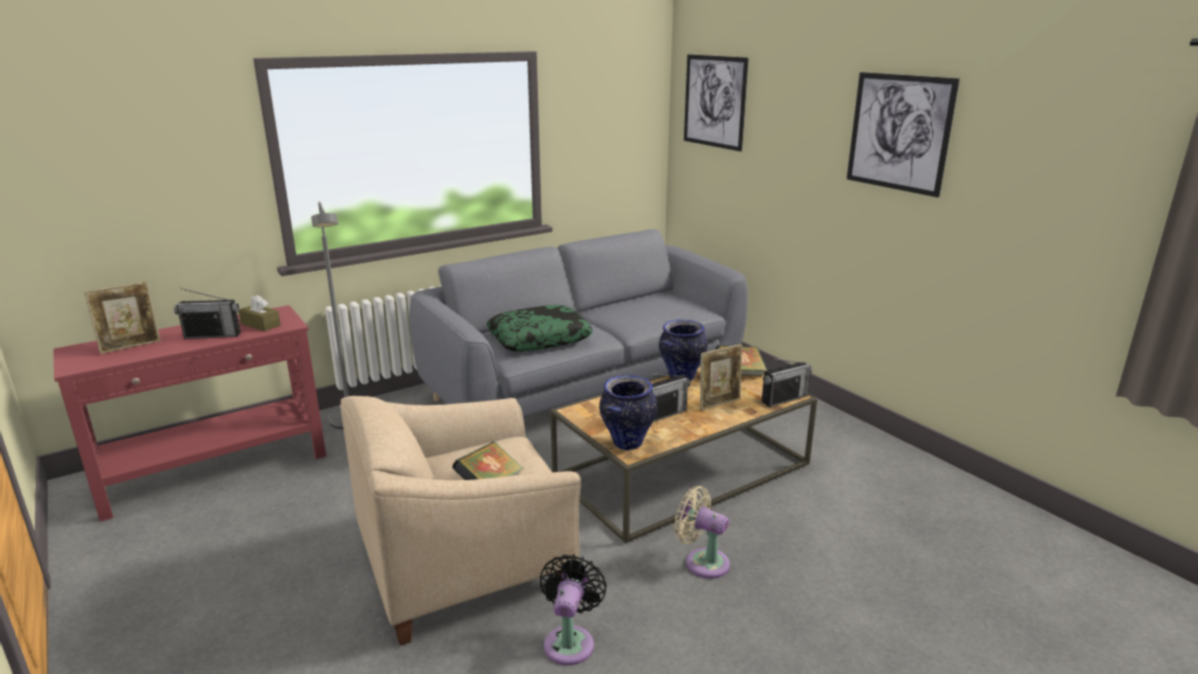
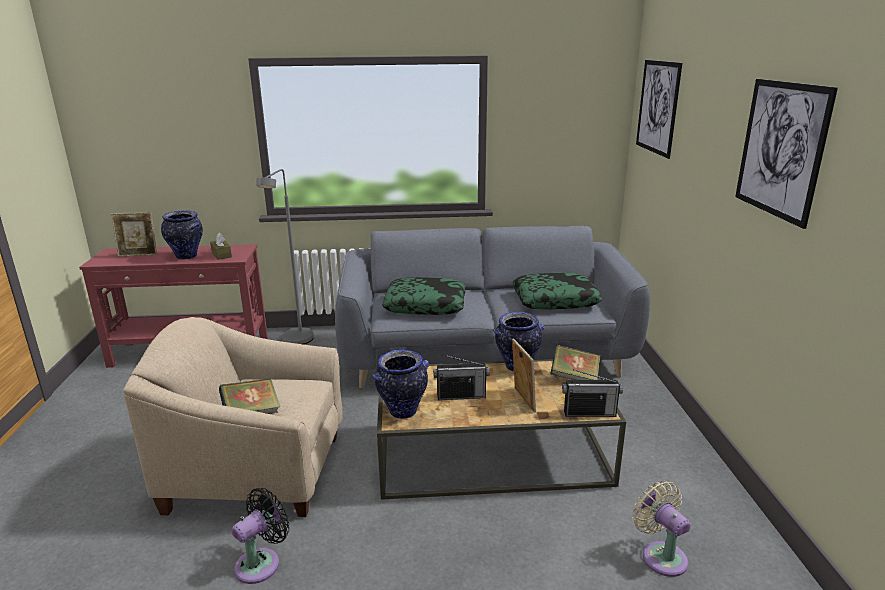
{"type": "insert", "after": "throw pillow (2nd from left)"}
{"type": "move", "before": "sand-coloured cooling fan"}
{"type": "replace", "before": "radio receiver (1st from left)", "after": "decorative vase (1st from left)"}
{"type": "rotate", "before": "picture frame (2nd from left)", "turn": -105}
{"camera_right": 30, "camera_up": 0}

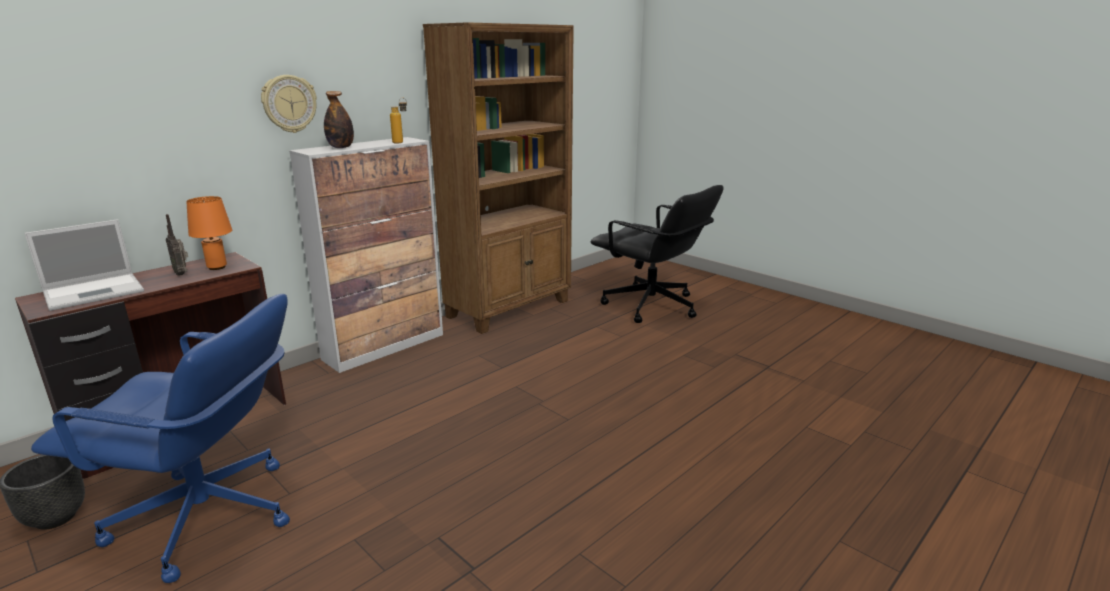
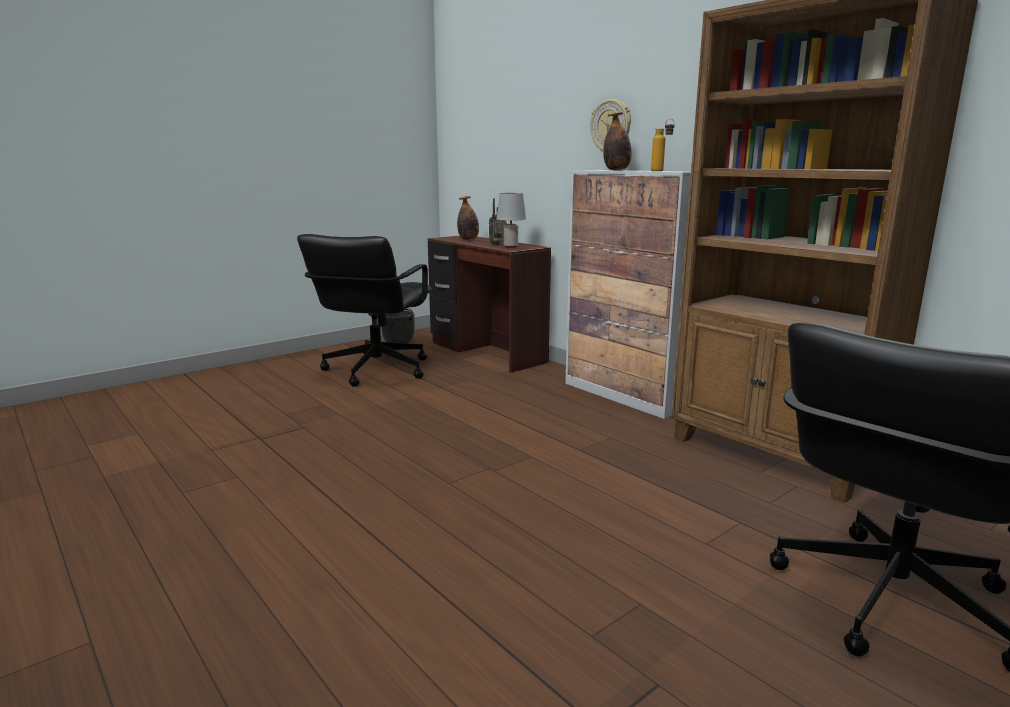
{"type": "replace", "before": "notebook computer", "after": "drink bottle (1st from left)"}
{"type": "recolor", "before": "blue desk chair", "after": "blackish desk chair (1st from left)"}
{"type": "recolor", "before": "orangey lamp for a table", "after": "grey lamp for a table"}
{"camera_right": 95, "camera_up": -5}

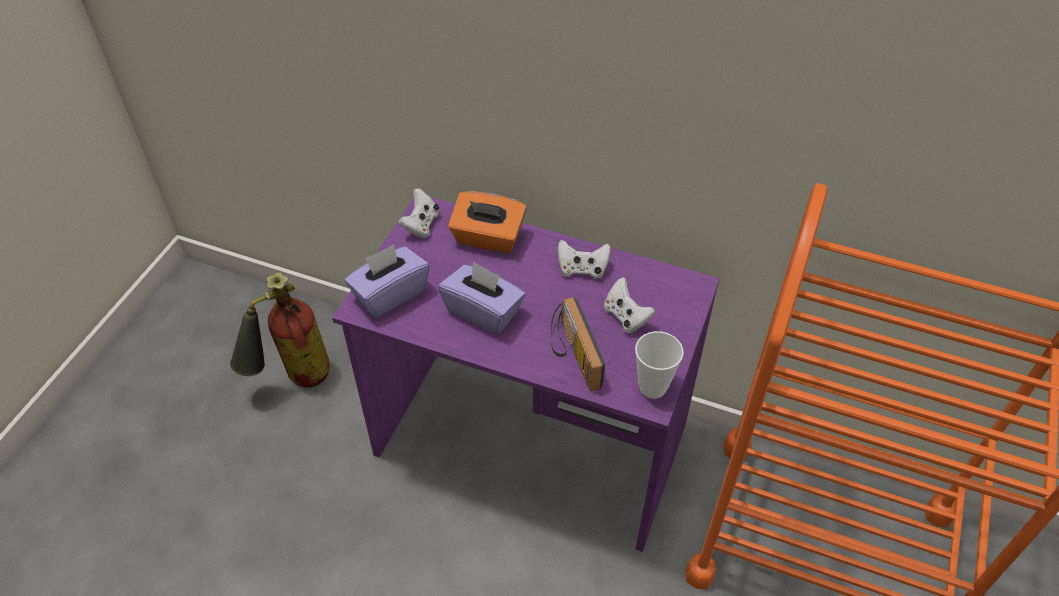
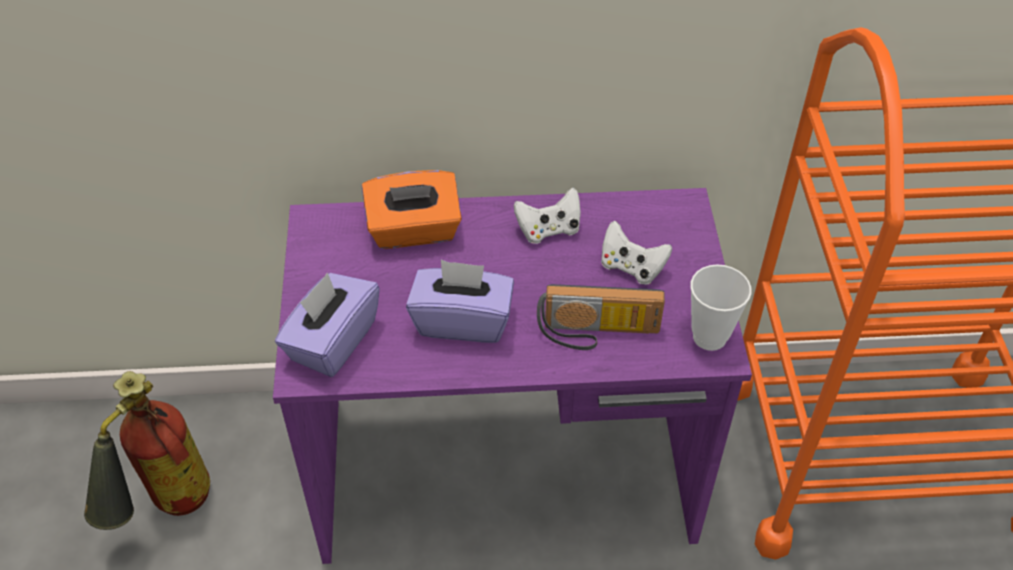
{"type": "delete", "before": "whitish joypad (1st from left)"}
{"type": "rotate", "before": "radio receiver", "turn": -45}
{"camera_right": -25, "camera_up": 0}

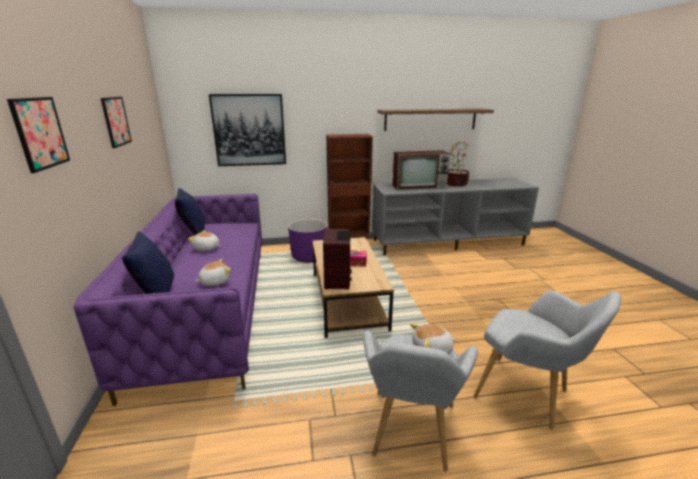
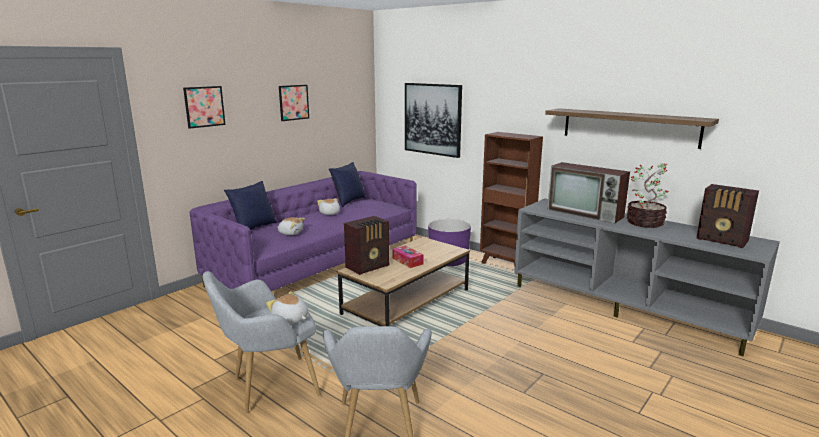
{"type": "insert", "after": "radio receiver (2nd from left)"}
{"camera_right": 50, "camera_up": -5}

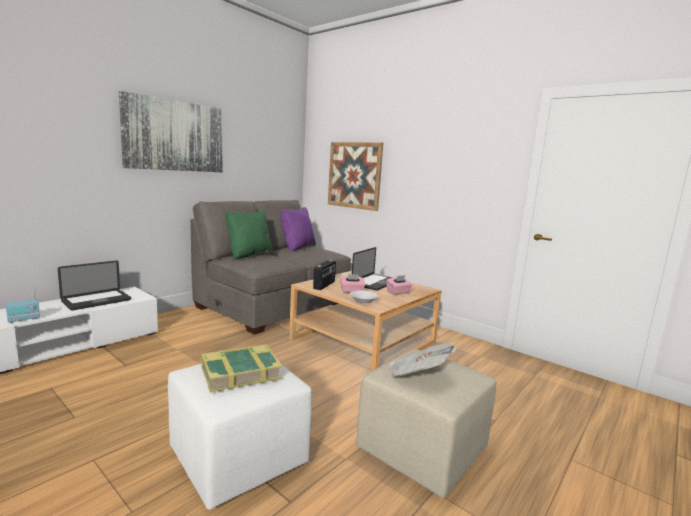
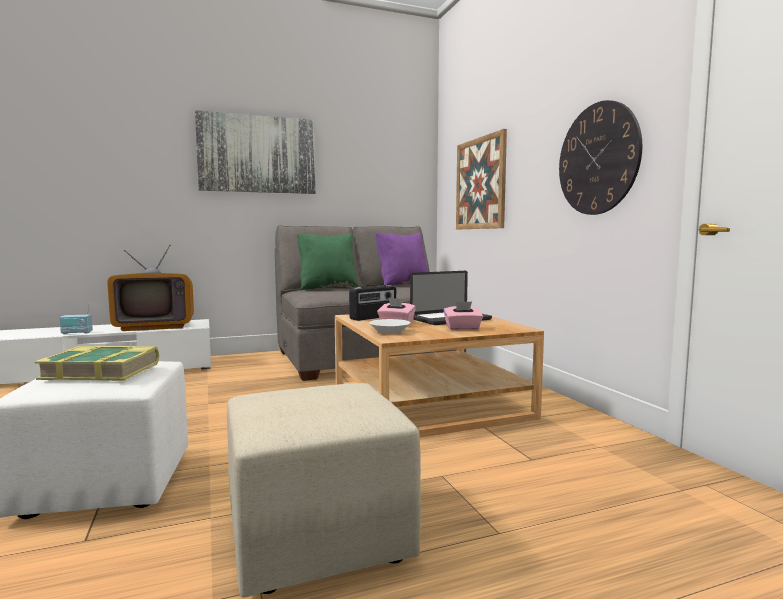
{"type": "delete", "before": "newspaper"}
{"type": "insert", "after": "hanging clock"}
{"type": "replace", "before": "notebook computer (1st from left)", "after": "TV set"}
{"camera_right": 30, "camera_up": -5}

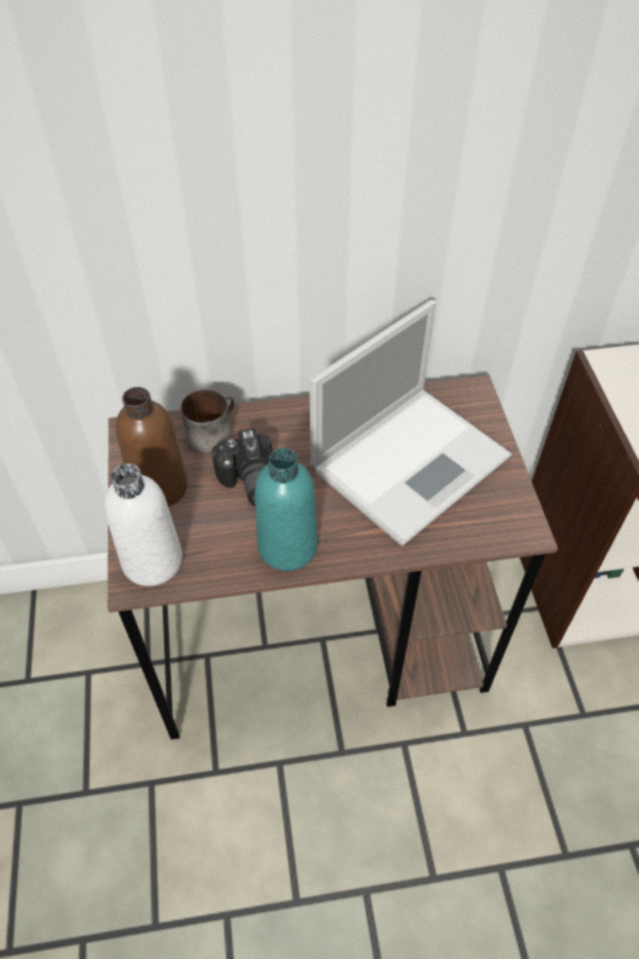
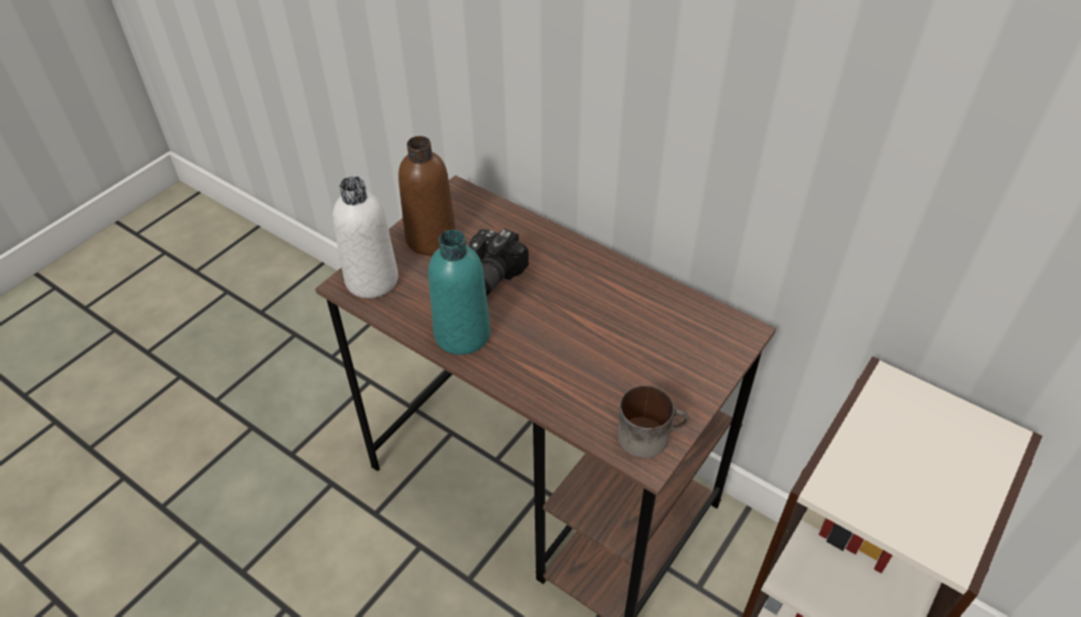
{"type": "delete", "before": "notebook computer"}
{"type": "move", "before": "mug"}
{"camera_right": 45, "camera_up": -5}

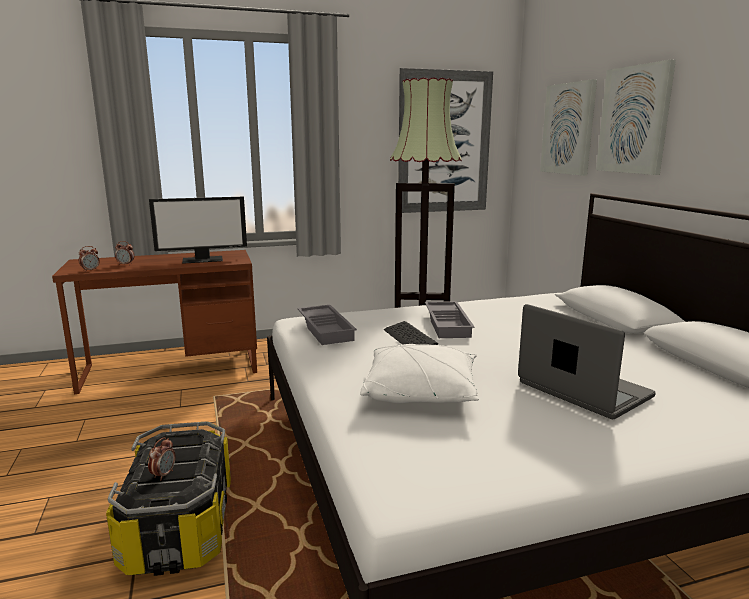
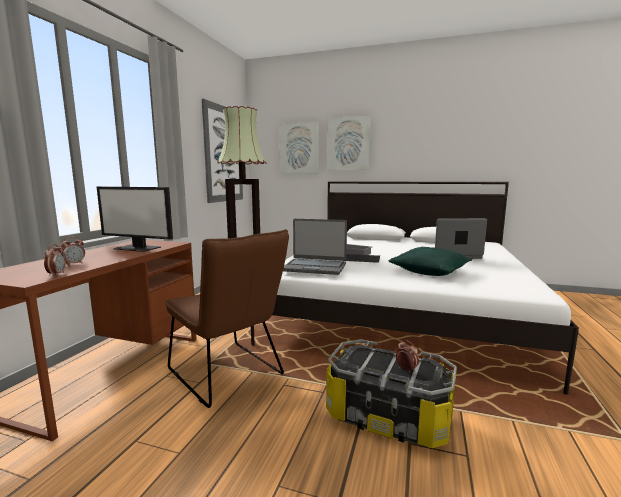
{"type": "insert", "after": "brown plain chair"}
{"type": "replace", "before": "grey serving tray (1st from left)", "after": "notebook computer (1st from left)"}
{"type": "recolor", "before": "whitish throw pillow", "after": "greenish throw pillow"}
{"type": "rotate", "before": "monitor", "turn": 90}
{"camera_right": -55, "camera_up": -5}

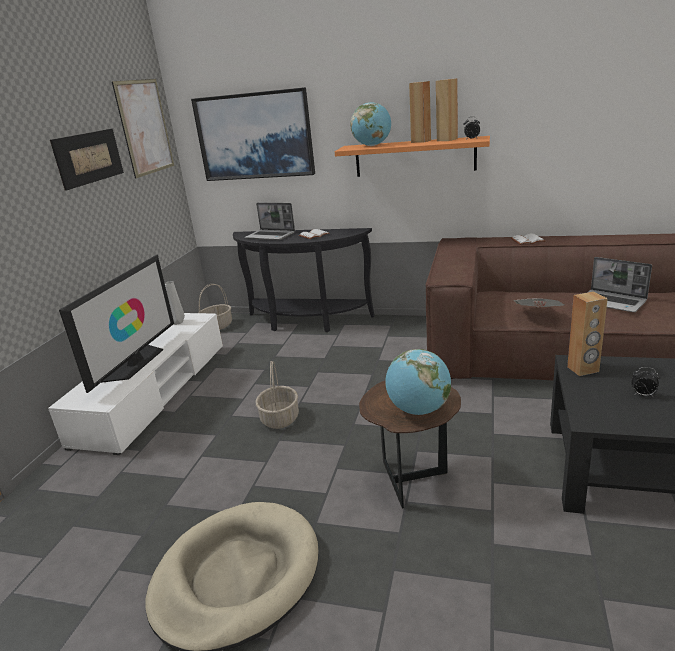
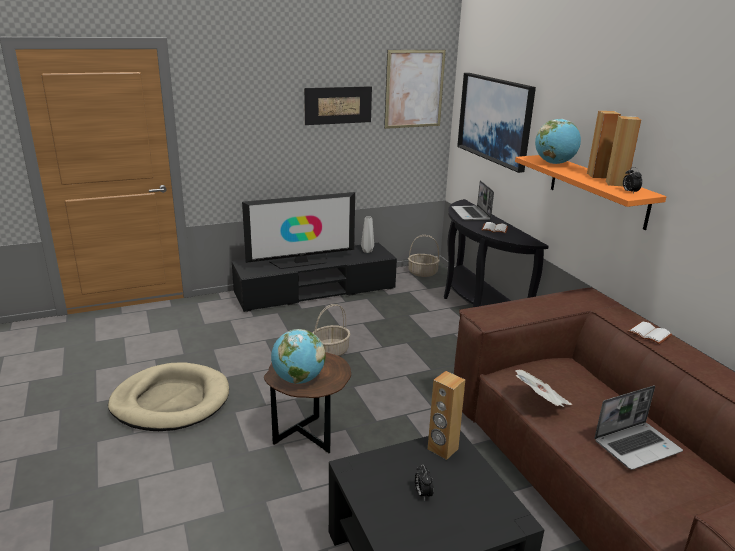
{"type": "recolor", "before": "whitish tv unit", "after": "blackish tv unit"}
{"type": "rotate", "before": "notebook computer (2nd from left)", "turn": -120}
{"camera_right": 50, "camera_up": 0}

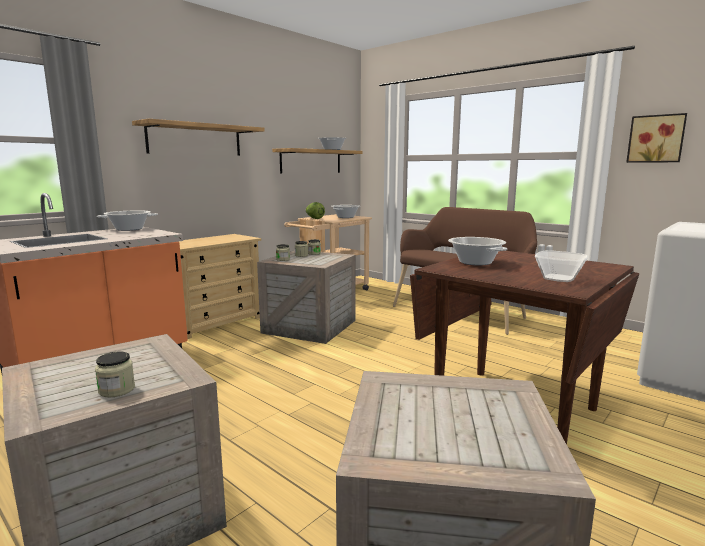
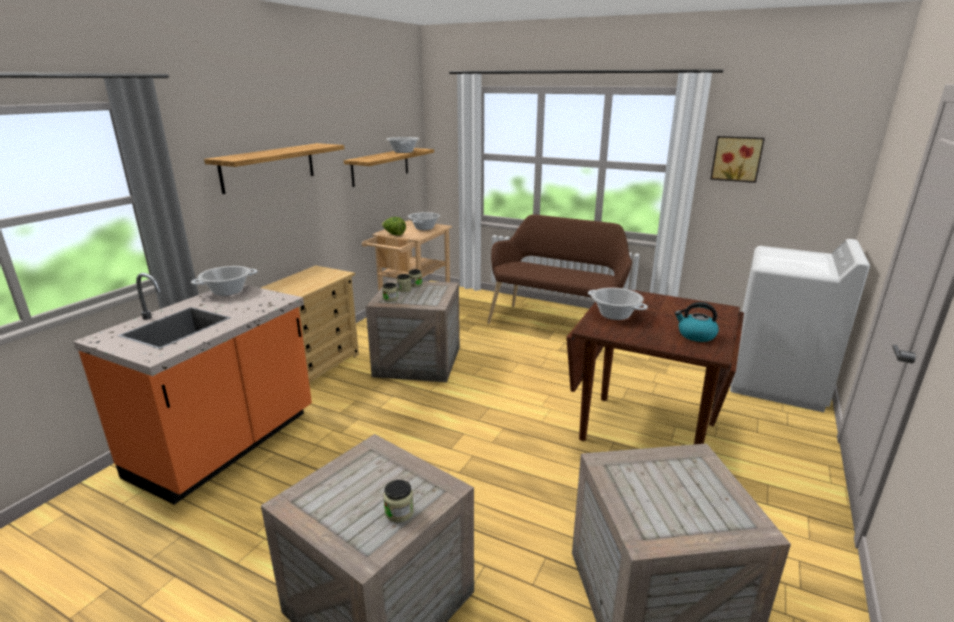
{"type": "replace", "before": "deep dish", "after": "tea kettle"}
{"camera_right": -15, "camera_up": 10}

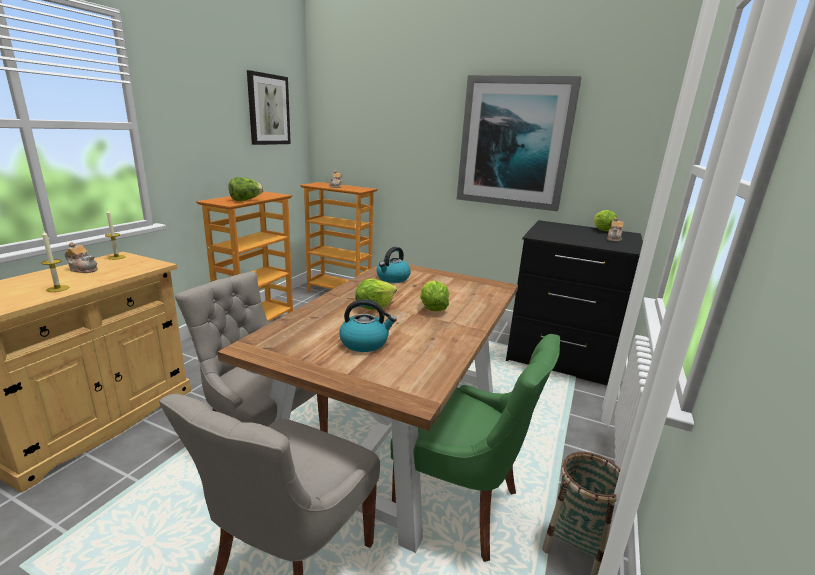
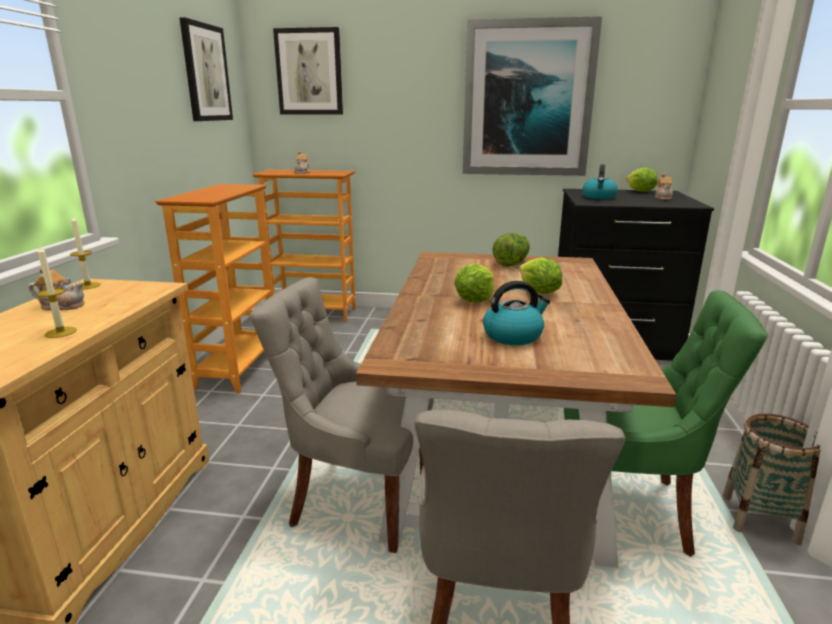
{"type": "insert", "after": "wall art (2nd from left)"}
{"type": "move", "before": "lettuce head (1st from left in the first image)", "after": "lettuce head (2nd from left)"}
{"type": "move", "before": "tea kettle (2nd from left)"}
{"camera_right": -15, "camera_up": 0}

